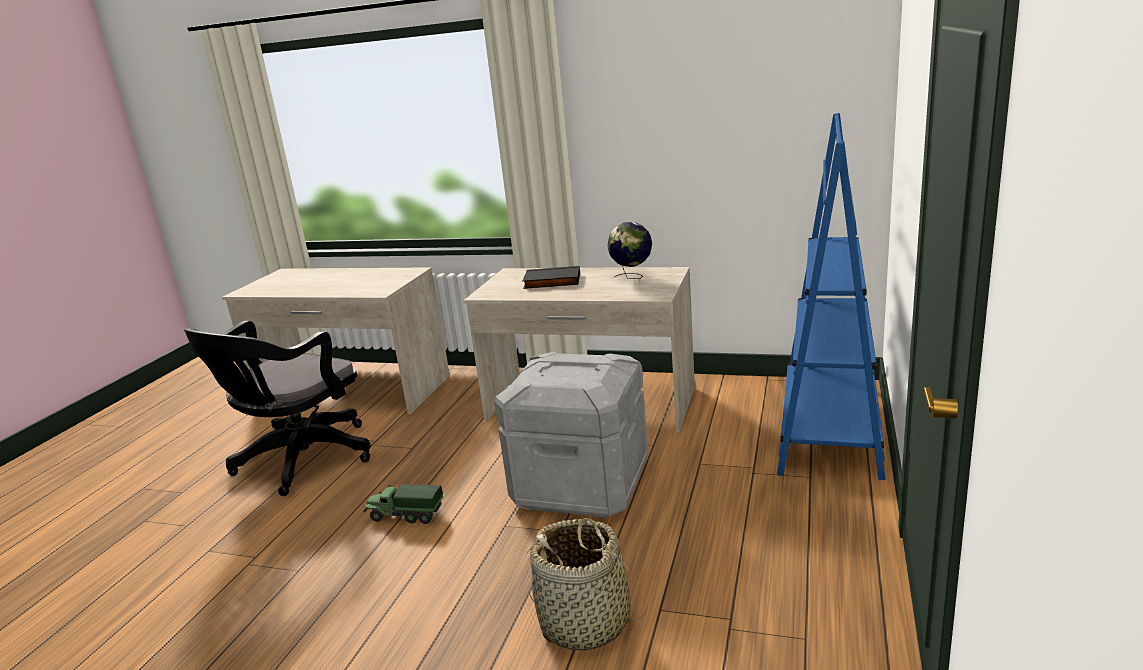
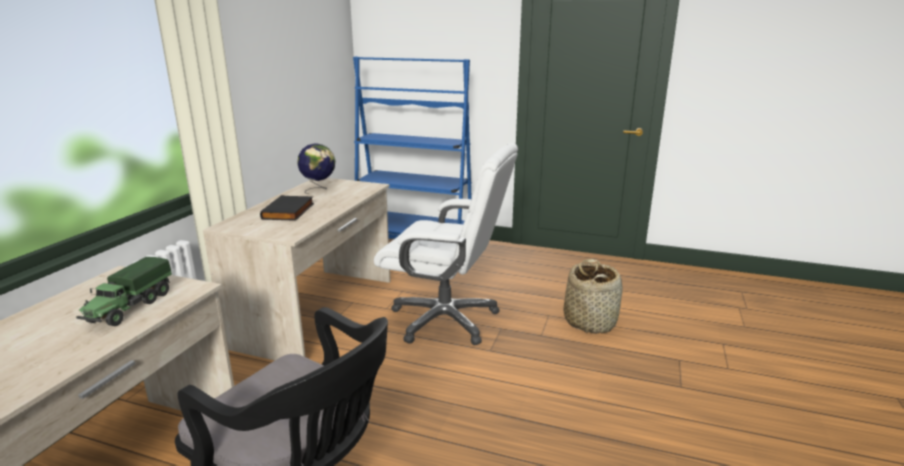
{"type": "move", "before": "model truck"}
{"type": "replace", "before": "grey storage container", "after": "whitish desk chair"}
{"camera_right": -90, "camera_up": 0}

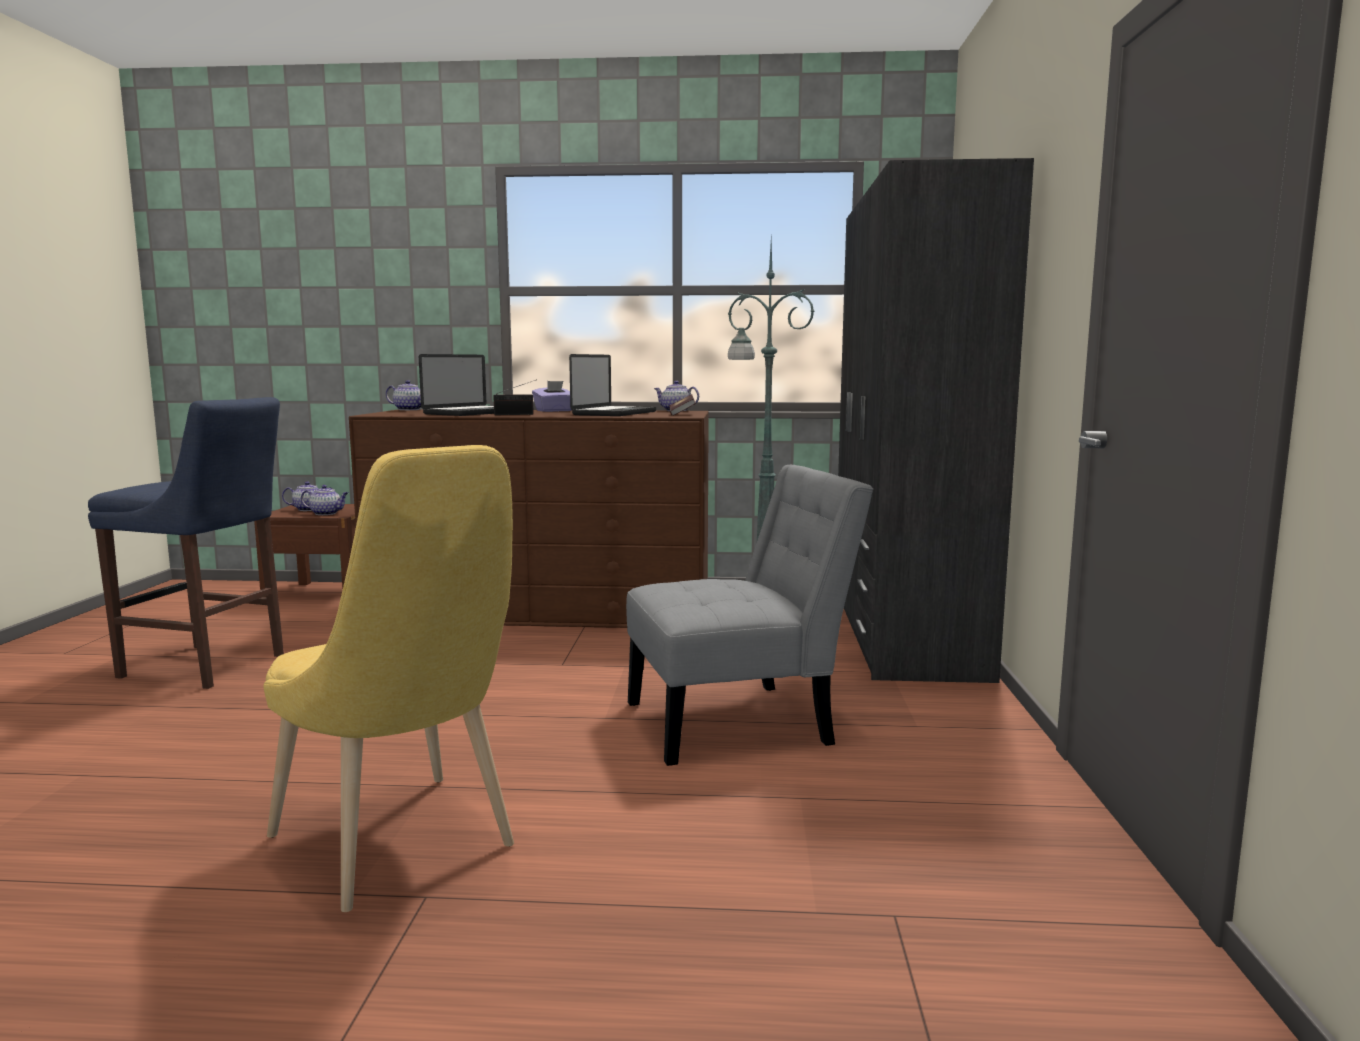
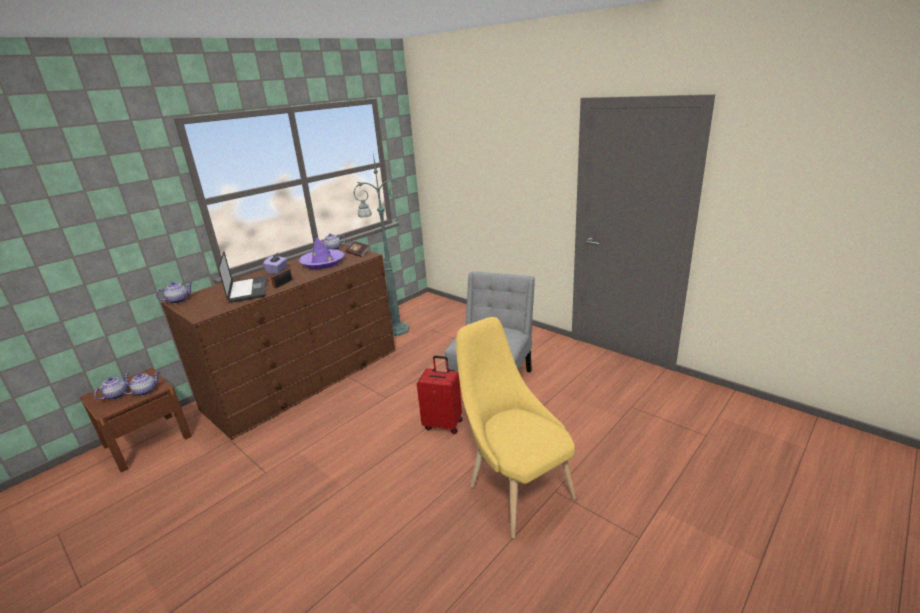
{"type": "delete", "before": "blue sitting stool"}
{"type": "delete", "before": "grey wardrobe"}
{"type": "insert", "after": "red-coloured suitcase"}
{"type": "replace", "before": "notebook computer (2nd from left)", "after": "purple-coloured hat"}
{"type": "rotate", "before": "yellowish plain chair", "turn": -120}
{"camera_right": -50, "camera_up": 15}

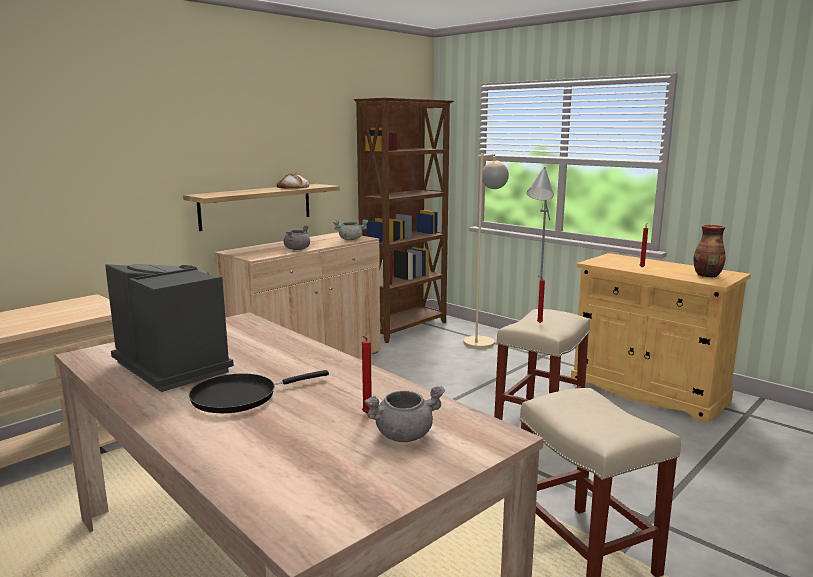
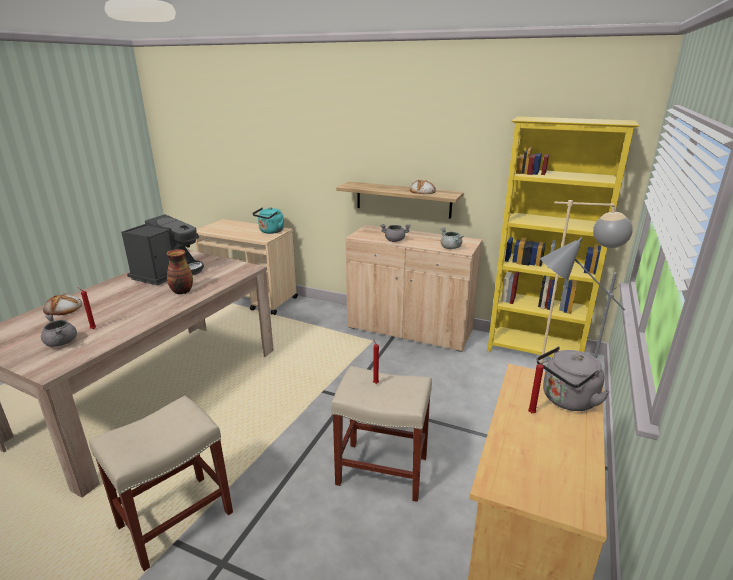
{"type": "delete", "before": "blackish frying pan"}
{"type": "insert", "after": "baked bread (1st from left)"}
{"type": "insert", "after": "blue-green tea kettle"}
{"type": "insert", "after": "grey tea kettle"}
{"type": "move", "before": "decorative vase"}
{"type": "recolor", "before": "brown shelving unit", "after": "yellowish shelving unit"}
{"camera_right": 70, "camera_up": 10}

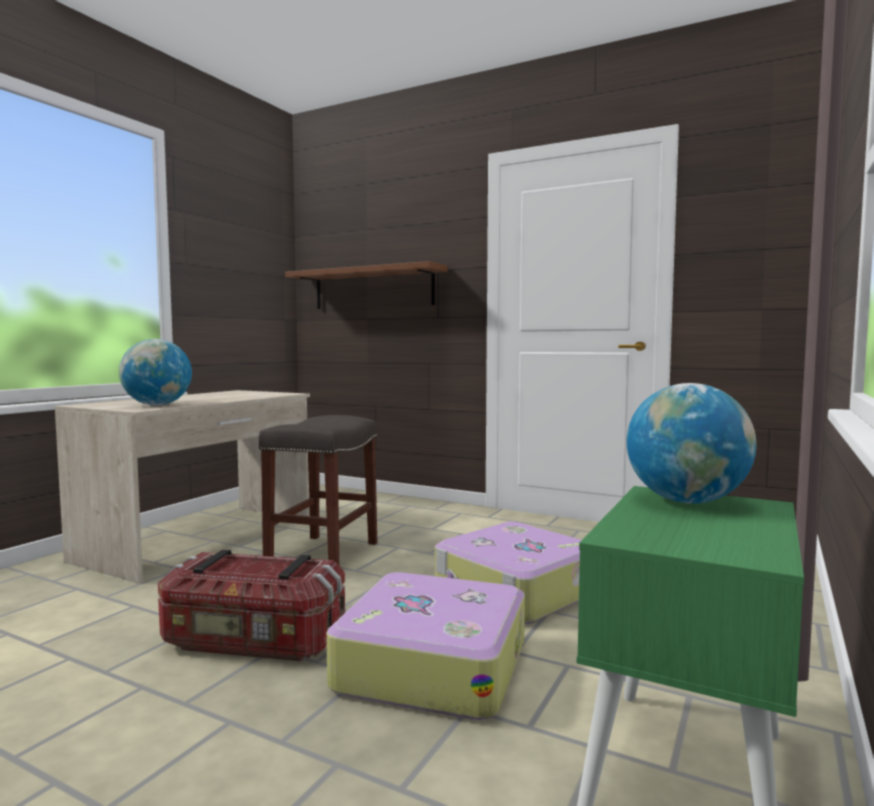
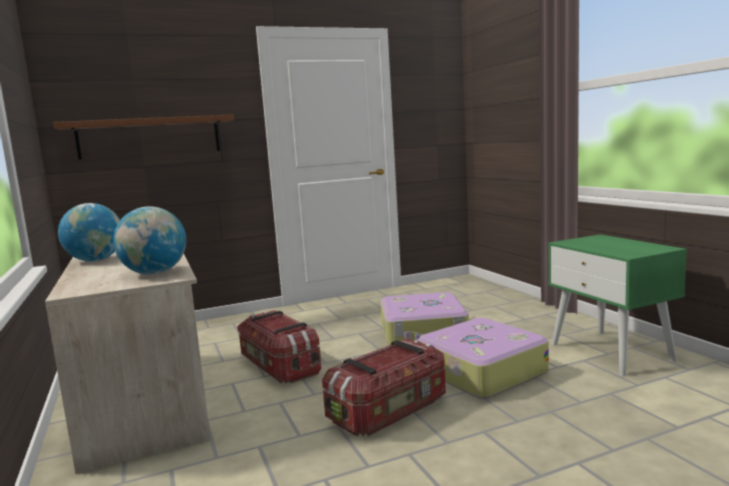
{"type": "move", "before": "world globe (2nd from left in the first image)", "after": "world globe (1st from left)"}
{"type": "replace", "before": "grey sitting stool", "after": "storage container (1st from left)"}
{"camera_right": -50, "camera_up": 5}

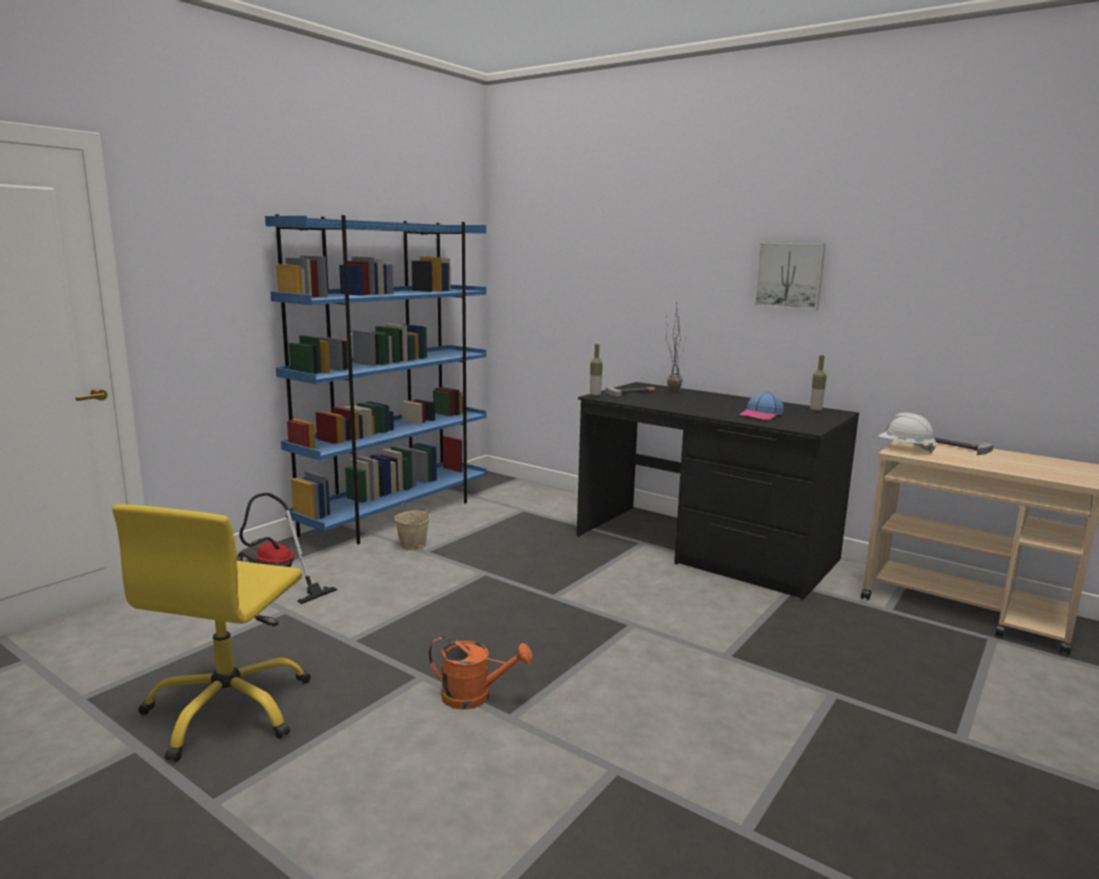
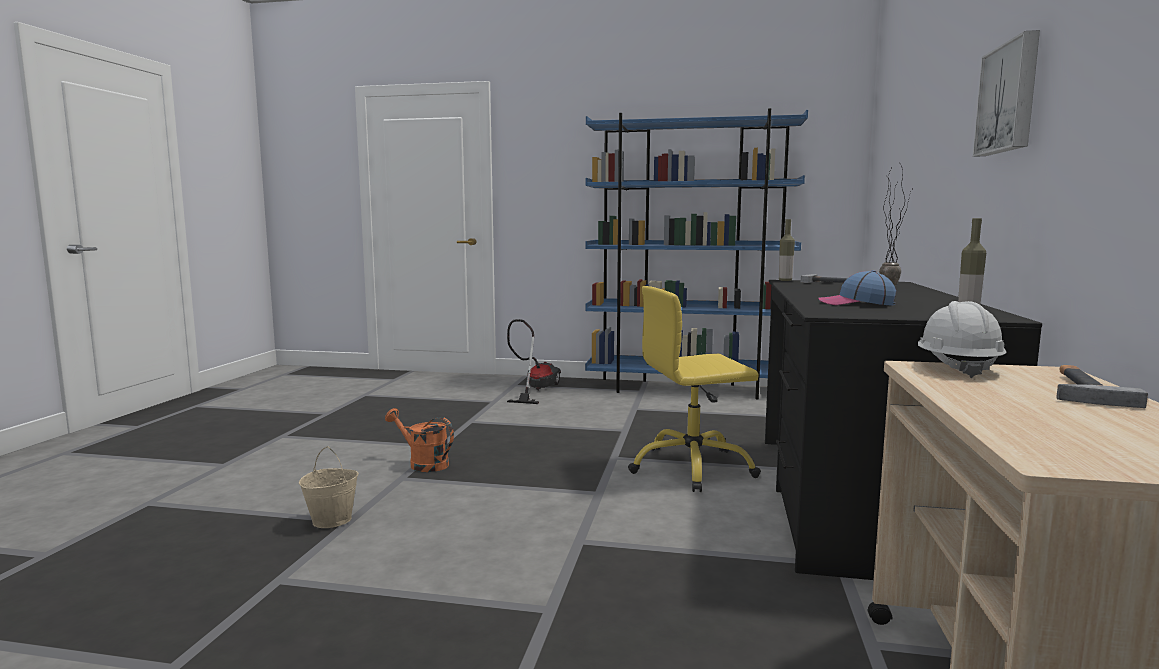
{"type": "move", "before": "yellowish desk chair"}
{"type": "move", "before": "sand-coloured pail"}
{"type": "rotate", "before": "orangey sprinkling can", "turn": 135}
{"camera_right": 65, "camera_up": -5}

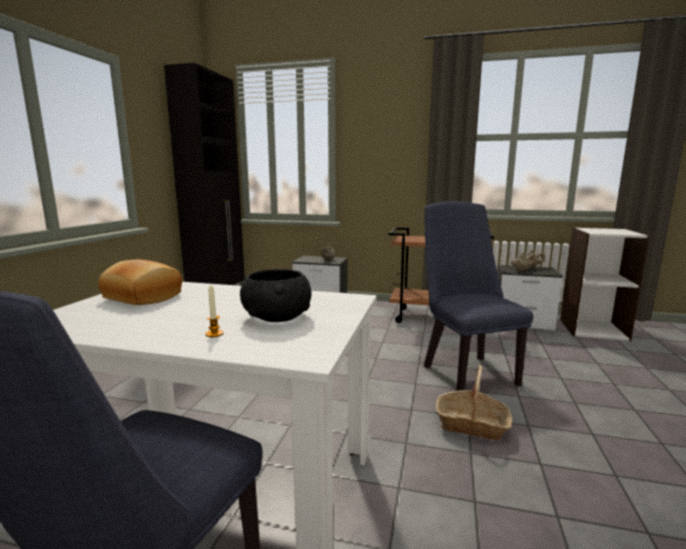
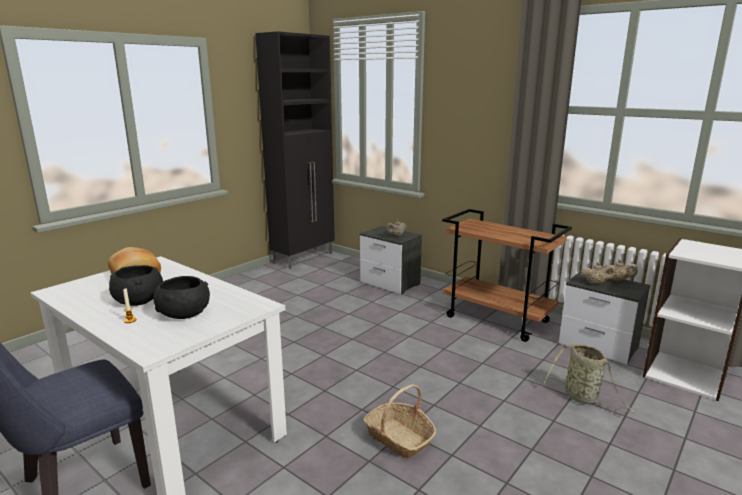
{"type": "delete", "before": "blue plain chair (2nd from left)"}
{"type": "insert", "after": "blackish deep dish (1st from left)"}
{"type": "insert", "after": "basket (2nd from left)"}
{"camera_right": 25, "camera_up": 5}

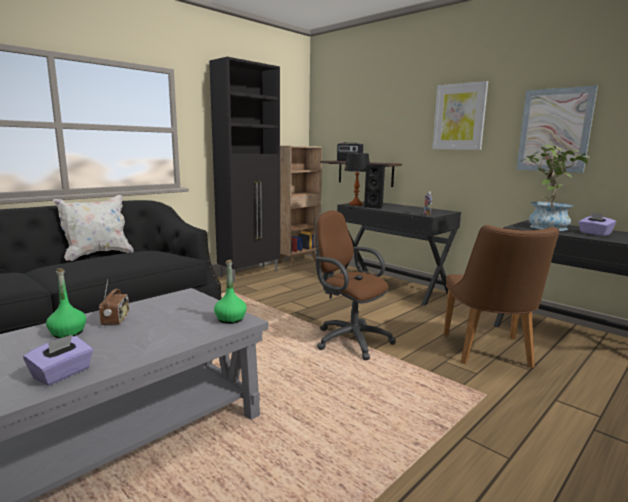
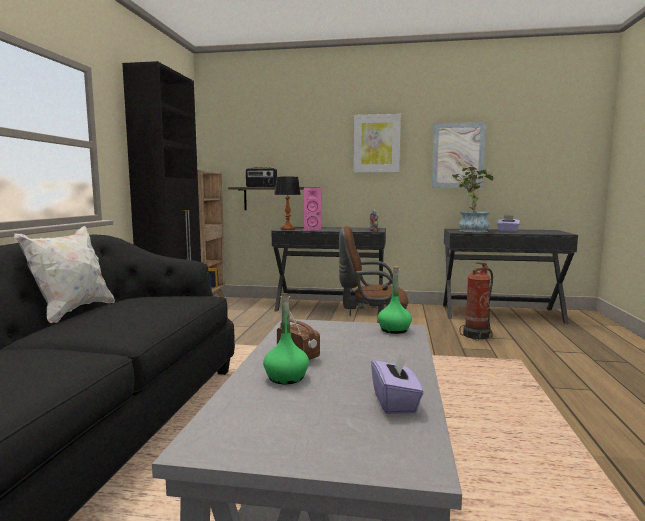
{"type": "replace", "before": "brown plain chair", "after": "extinguisher"}
{"type": "recolor", "before": "blackish speaker", "after": "pinkish speaker"}
{"camera_right": -35, "camera_up": -5}

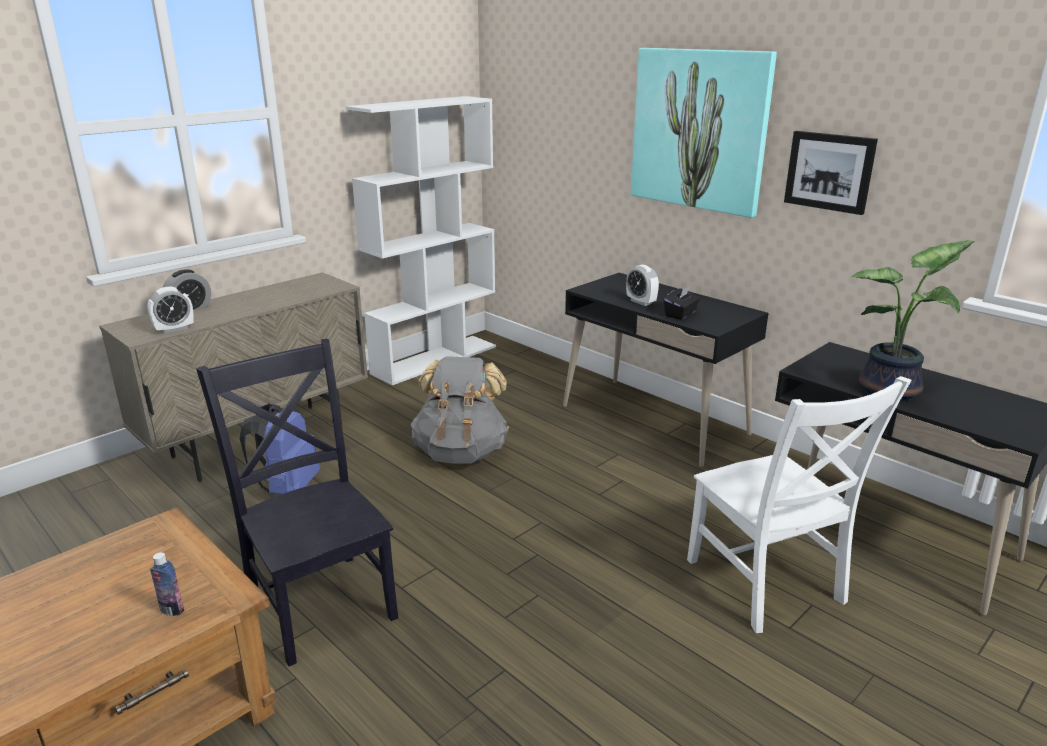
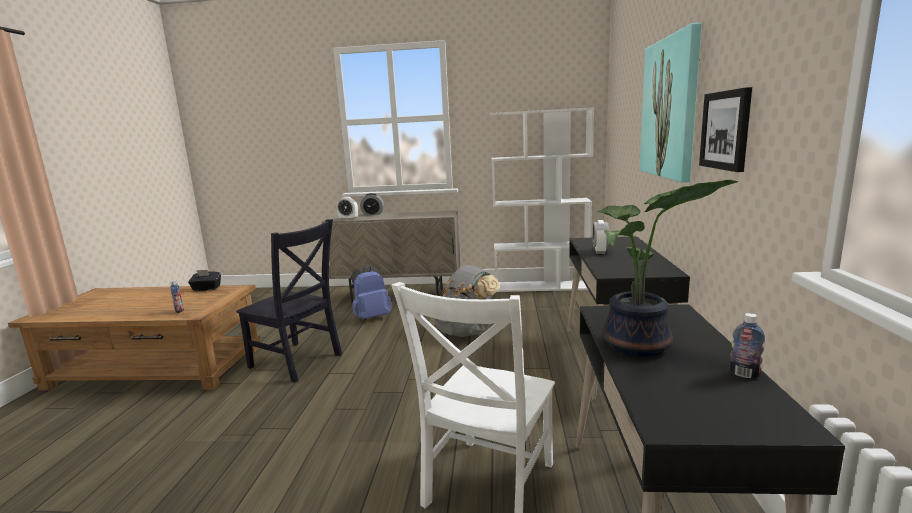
{"type": "insert", "after": "drink bottle (2nd from left)"}
{"type": "move", "before": "blackish tissue holder"}
{"type": "rotate", "before": "blackish plain chair", "turn": 105}
{"camera_right": 50, "camera_up": -10}

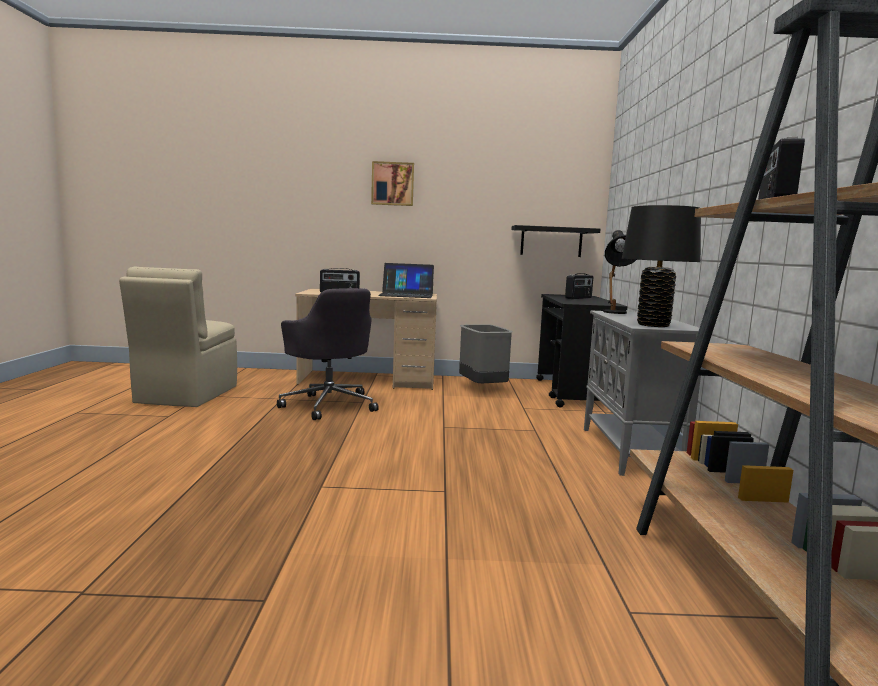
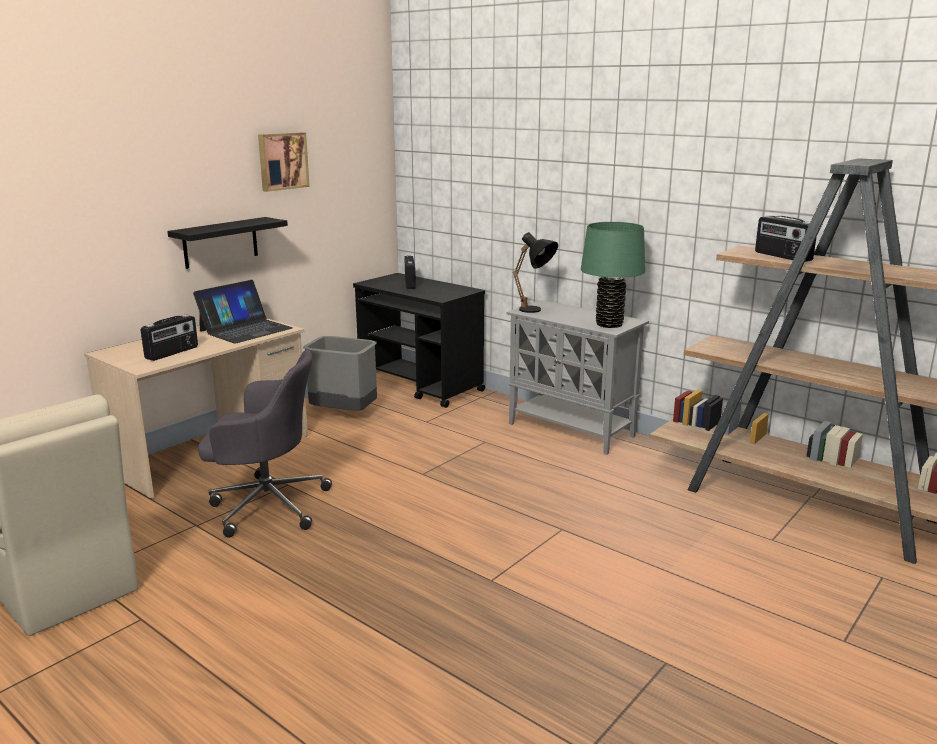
{"type": "move", "before": "wall art"}
{"type": "move", "before": "blackish bracket shelf"}
{"type": "recolor", "before": "blackish lamp for a table (2nd from left)", "after": "greenish lamp for a table"}
{"camera_right": -50, "camera_up": 10}

